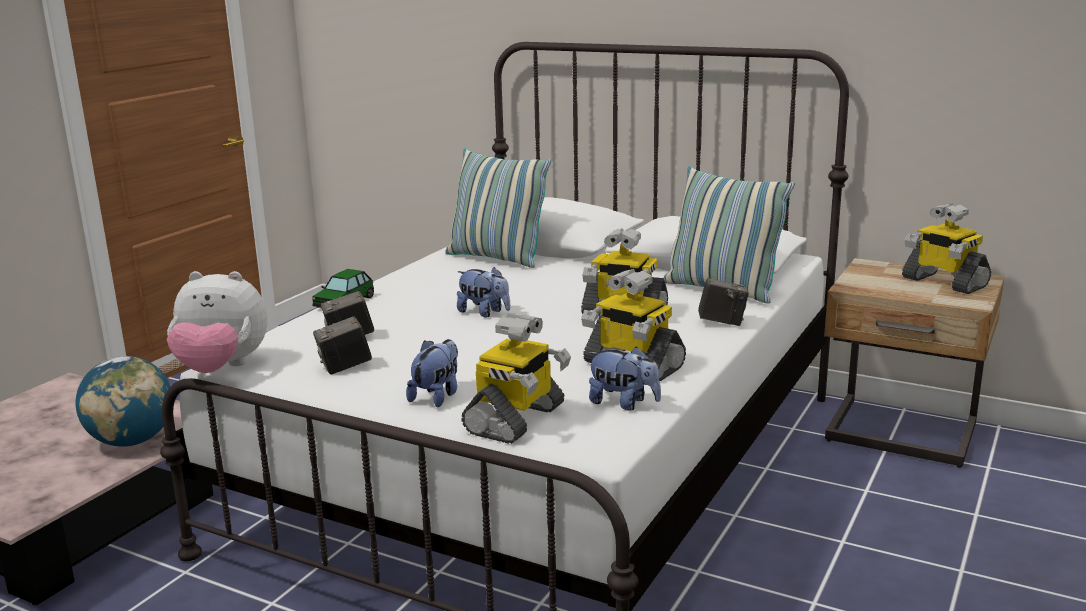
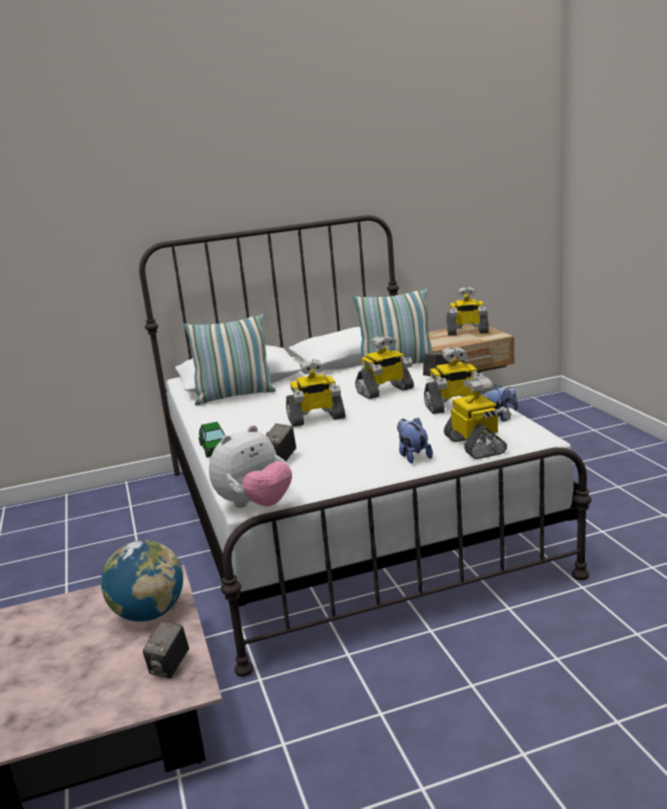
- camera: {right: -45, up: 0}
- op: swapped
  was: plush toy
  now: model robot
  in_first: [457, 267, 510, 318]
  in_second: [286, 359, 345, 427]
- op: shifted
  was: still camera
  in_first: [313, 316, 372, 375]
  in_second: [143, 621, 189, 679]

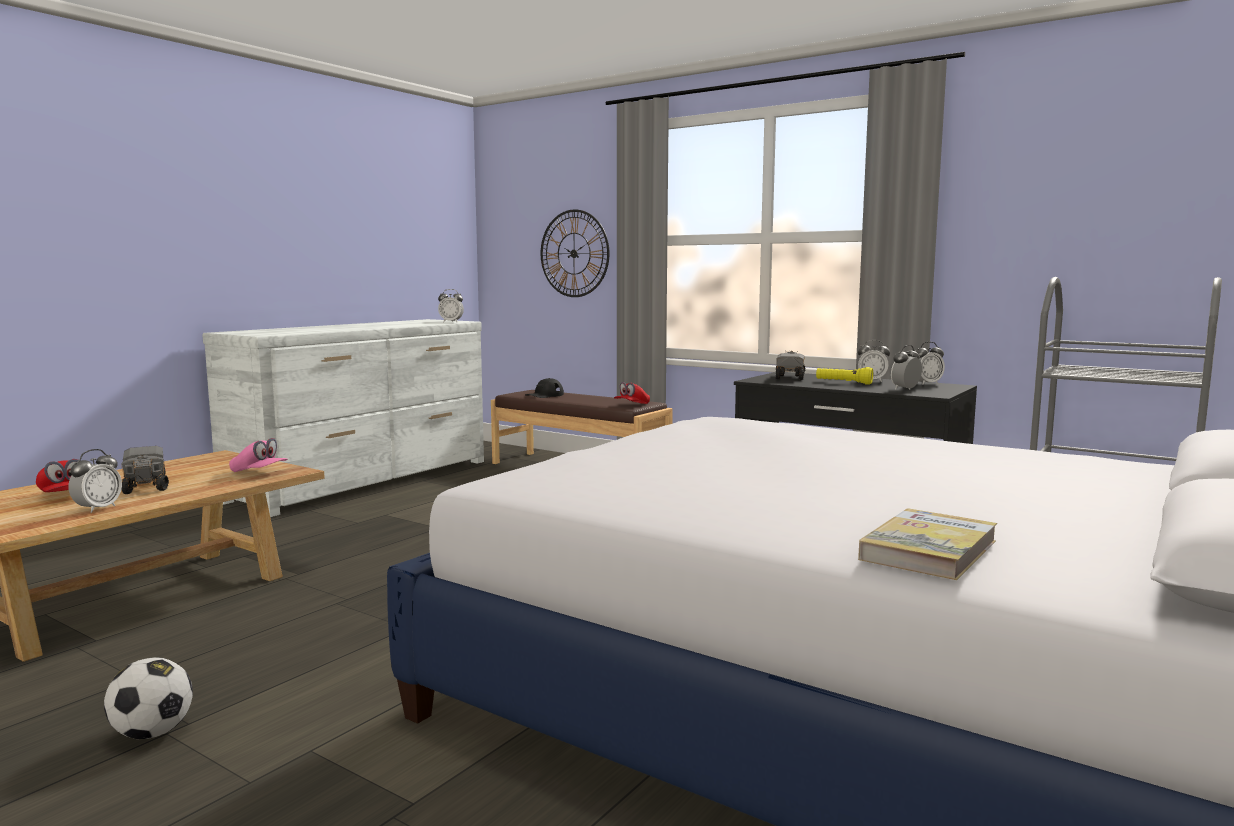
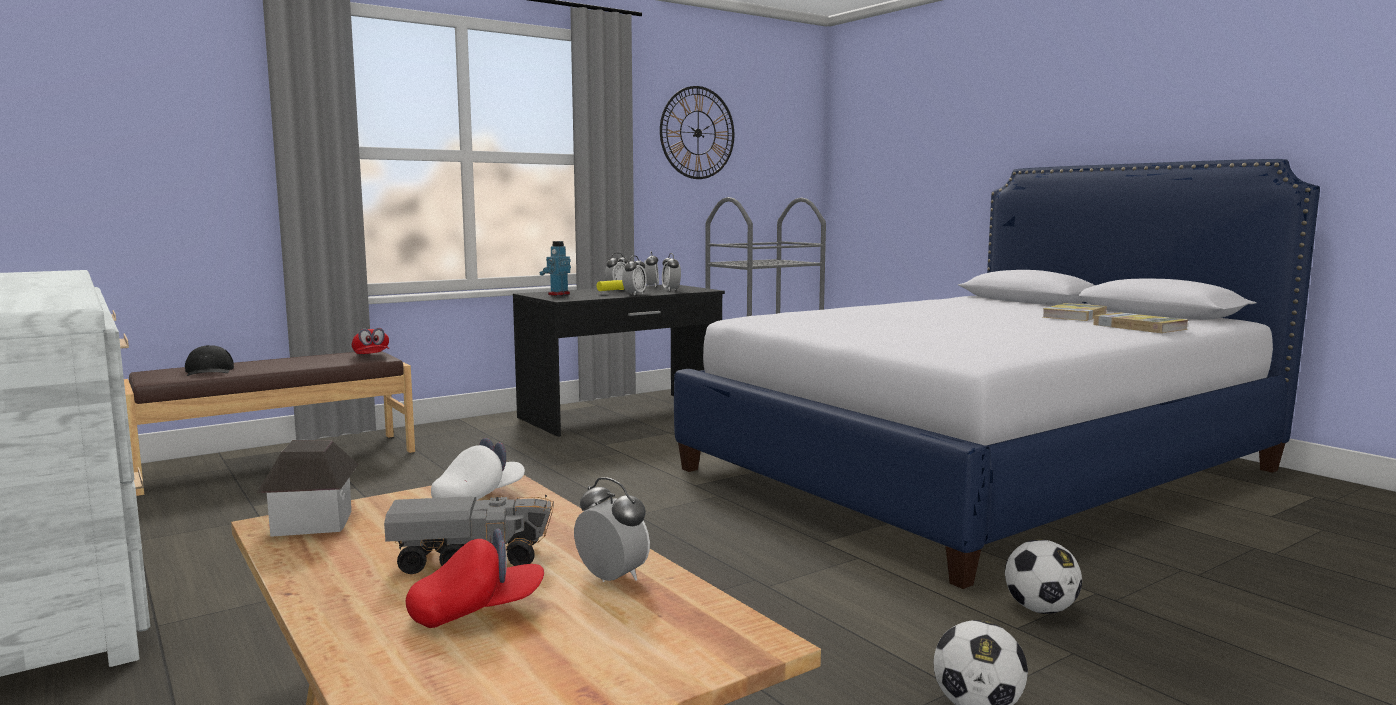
- camera: {right: -70, up: 0}
- op: shifted
  was: clock on the wall
  in_first: [541, 209, 610, 297]
  in_second: [660, 86, 734, 179]
- op: shifted
  was: alarm clock
  in_first: [438, 289, 464, 322]
  in_second: [622, 256, 647, 295]
- op: swapped
  was: model truck
  now: model robot
  in_first: [776, 351, 805, 380]
  in_second: [540, 241, 571, 296]
- op: repainted
  was: pinkish cap
  now: white cap
  in_first: [229, 438, 288, 472]
  in_second: [431, 438, 525, 500]
- op: new
  now: volume
  in_second: [1042, 303, 1107, 321]
- op: new
  now: miniature house
  in_second: [257, 440, 359, 537]
- op: new
  now: football ball
  in_second: [1005, 539, 1082, 614]

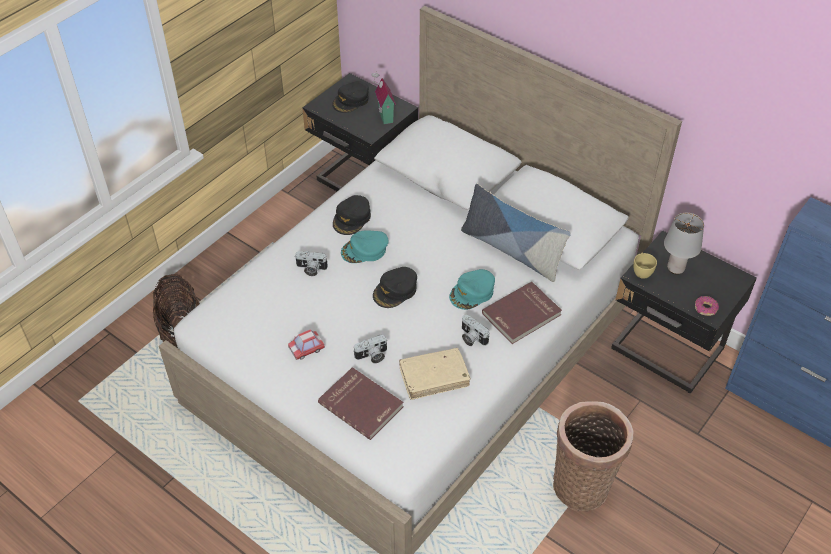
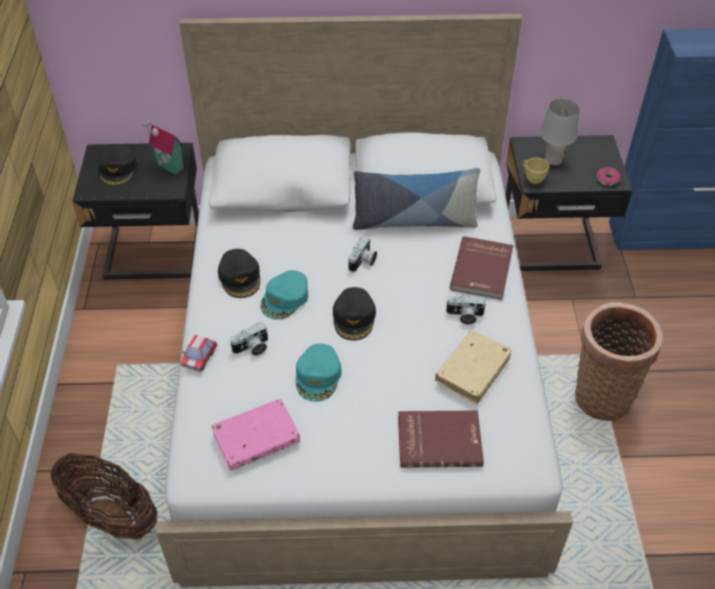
- camera: {right: -40, up: 0}
- op: shifted
  was: turquoise-coloured cap
  in_first: [449, 269, 495, 310]
  in_second: [296, 344, 342, 402]
- op: shifted
  was: model car
  in_first: [288, 329, 325, 360]
  in_second: [181, 335, 217, 372]
- op: shifted
  was: still camera
  in_first: [353, 334, 388, 363]
  in_second: [348, 236, 377, 272]
- op: new
  now: pinkish volume
  in_second: [211, 399, 300, 470]

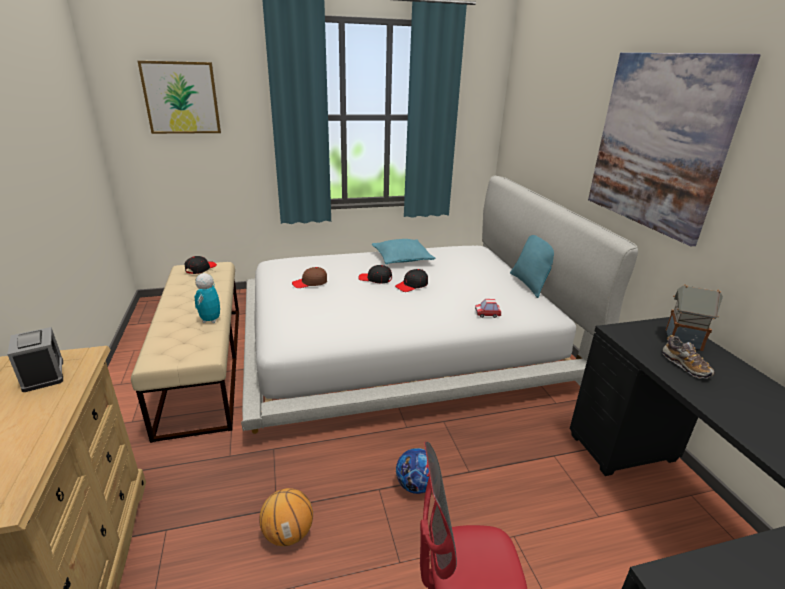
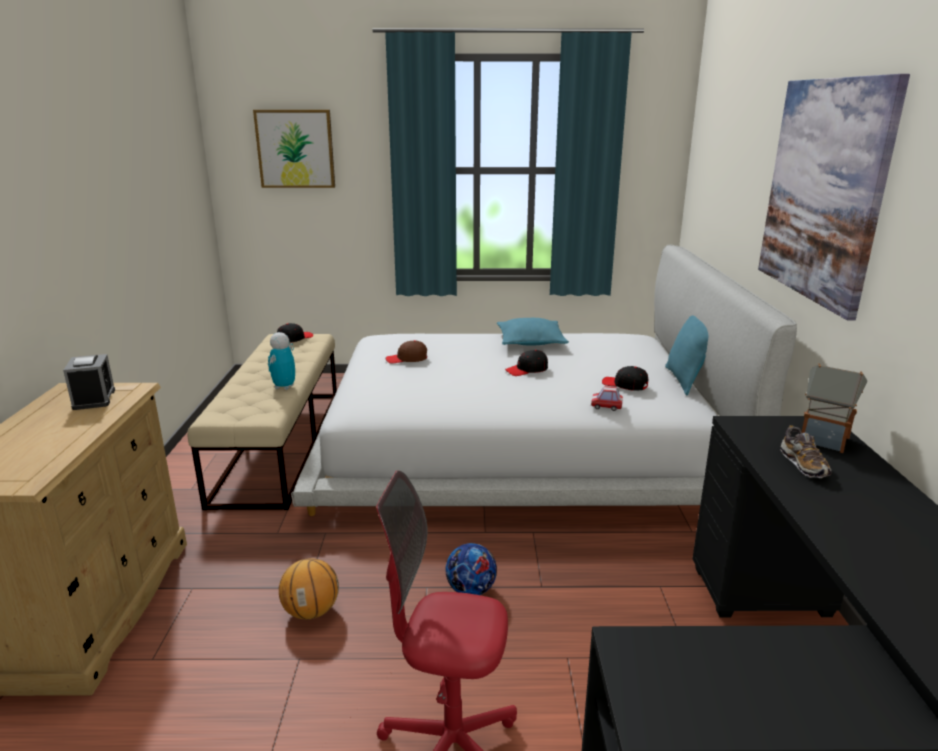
- camera: {right: 15, up: -5}
- op: shifted
  was: black cap
  in_first: [358, 265, 392, 284]
  in_second: [602, 366, 648, 391]

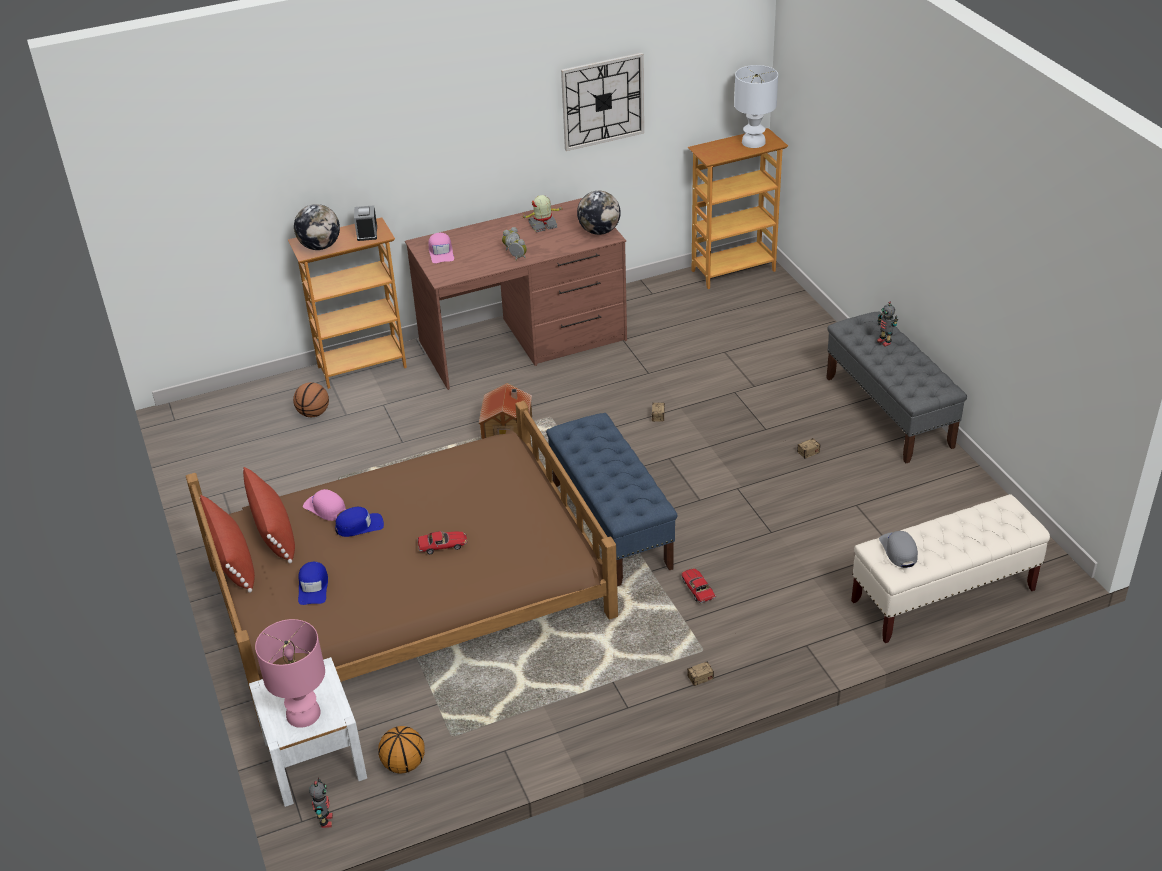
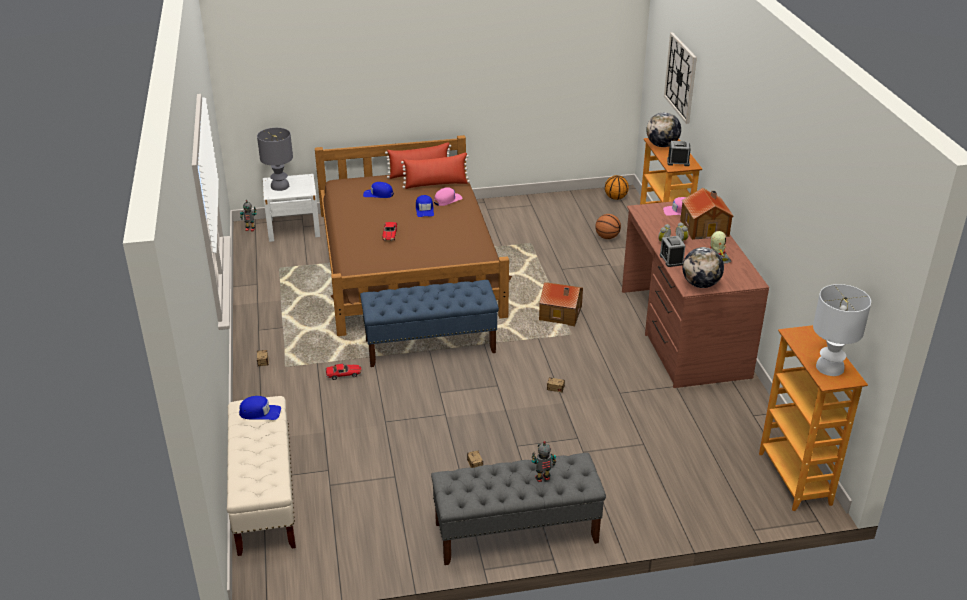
- camera: {right: 100, up: -5}
- op: shifted
  was: clock on the wall
  in_first: [561, 53, 644, 151]
  in_second: [664, 32, 697, 124]
- op: repainted
  was: gray cap
  now: bluish cap
  in_first: [879, 531, 918, 568]
  in_second: [239, 396, 281, 420]
- op: repainted
  was: pinkish table lamp
  now: gray table lamp
  in_first: [255, 619, 325, 728]
  in_second: [257, 128, 293, 191]
- op: shifted
  was: basketball
  in_first: [378, 726, 425, 774]
  in_second: [605, 175, 629, 200]
- op: new
  now: miniature house
  in_second: [680, 188, 733, 240]
- op: new
  now: alarm clock
  in_second: [660, 236, 685, 267]

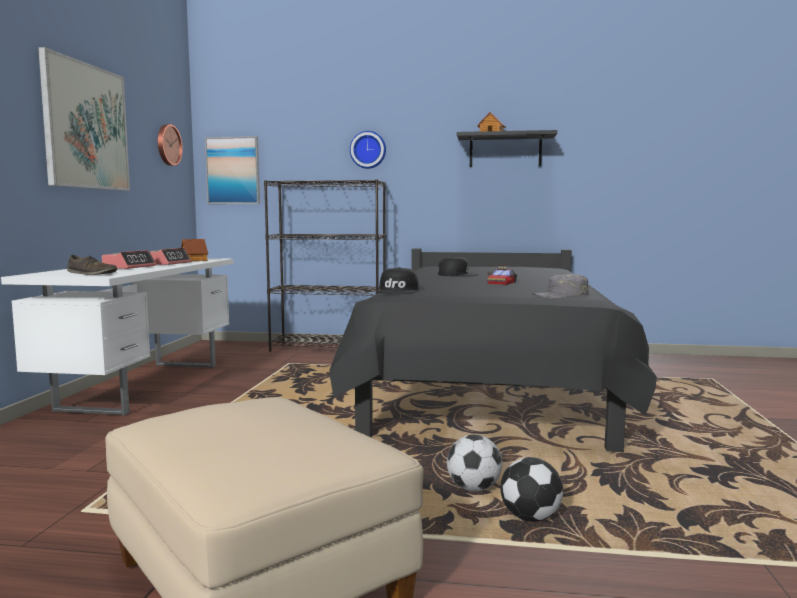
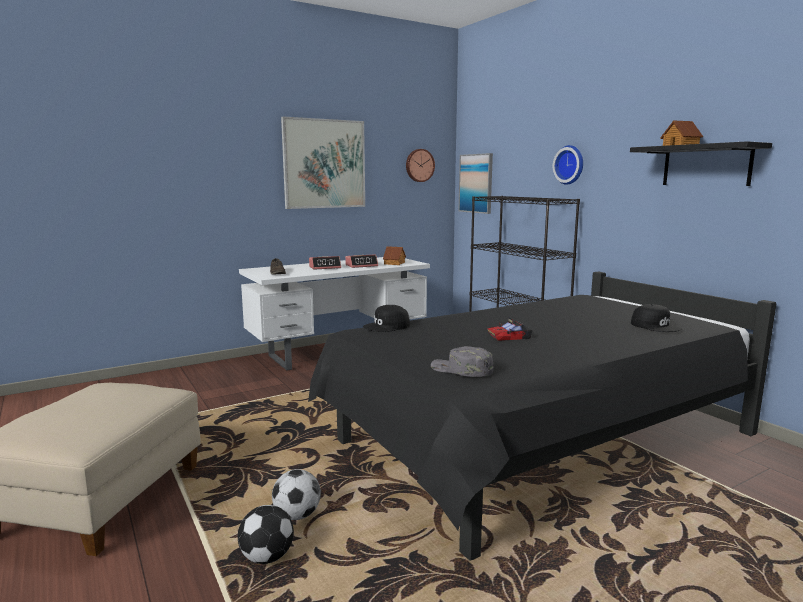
- camera: {right: 50, up: 5}
- op: shifted
  was: black cap
  in_first: [438, 256, 479, 276]
  in_second: [631, 304, 682, 332]

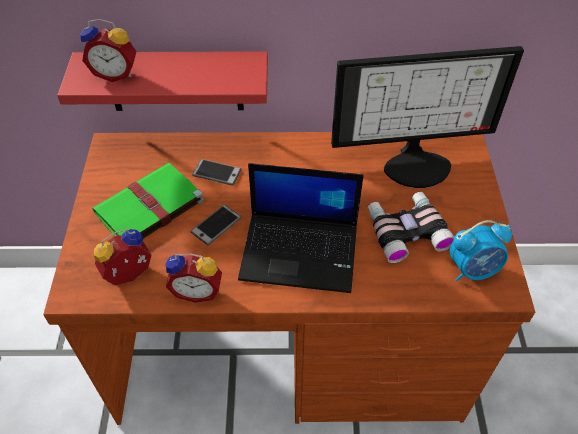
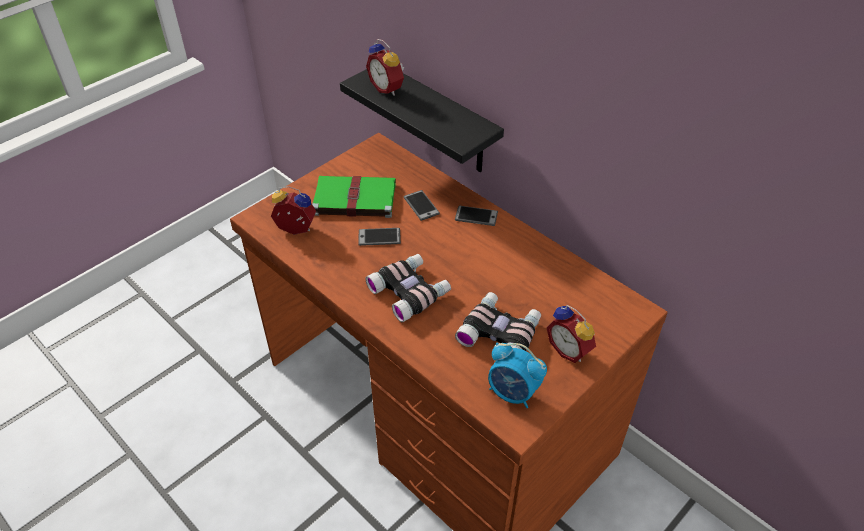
- camera: {right: 45, up: -5}
- op: gone
  was: monitor
  in_first: [331, 46, 524, 188]
- op: repainted
  was: reddish wall shelf
  now: black wall shelf
  in_first: [57, 51, 268, 111]
  in_second: [340, 69, 504, 172]
- op: swapped
  was: laptop
  now: field glasses
  in_first: [238, 163, 364, 293]
  in_second: [365, 254, 451, 322]
- op: shifted
  was: alarm clock
  in_first: [165, 253, 222, 303]
  in_second: [546, 305, 596, 363]
- op: new
  now: handset
  in_second: [455, 206, 498, 226]

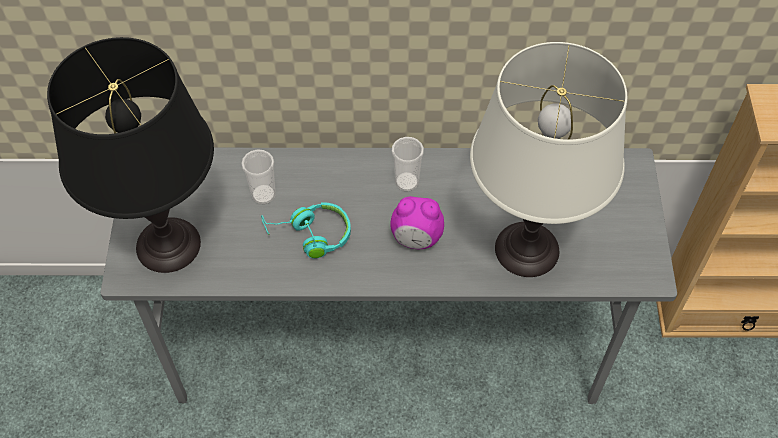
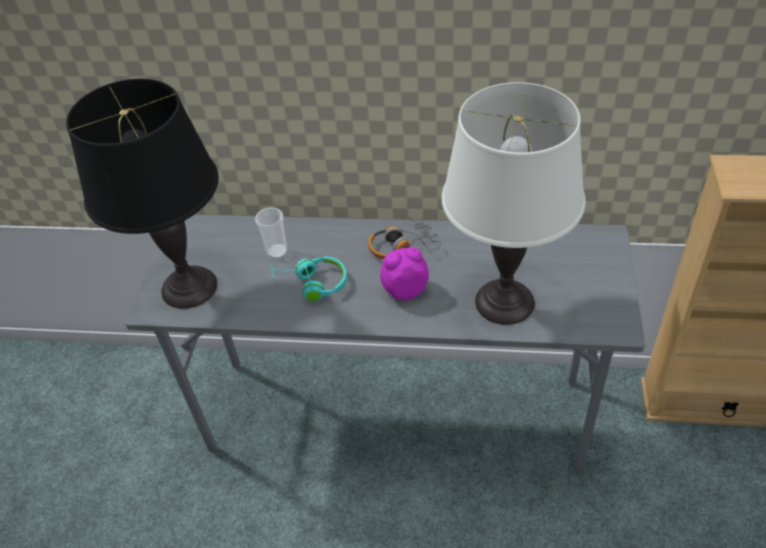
- camera: {right: 10, up: -10}
- op: swapped
  was: small cup
  now: headphones
  in_first: [392, 137, 424, 191]
  in_second: [368, 215, 441, 259]
- op: rotated
  was: alarm clock
  in_first: [390, 196, 444, 249]
  in_second: [380, 247, 429, 300]
  clockwise: 150

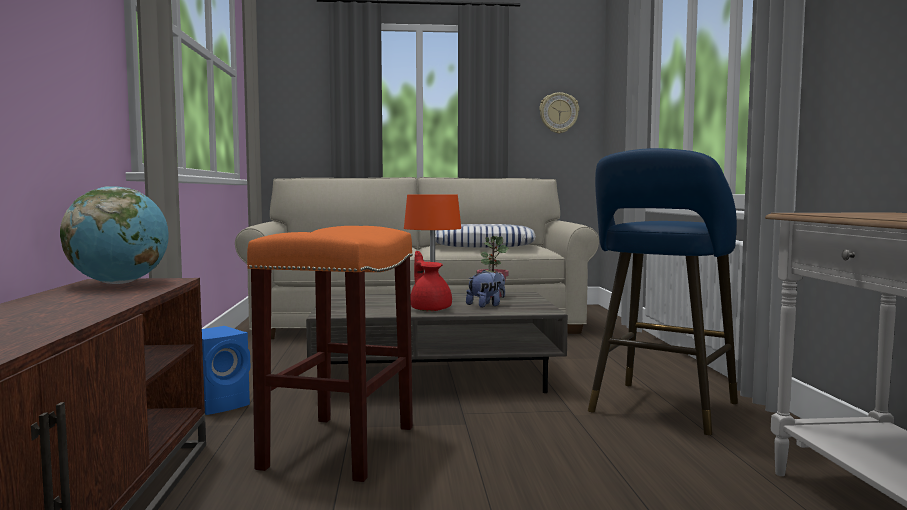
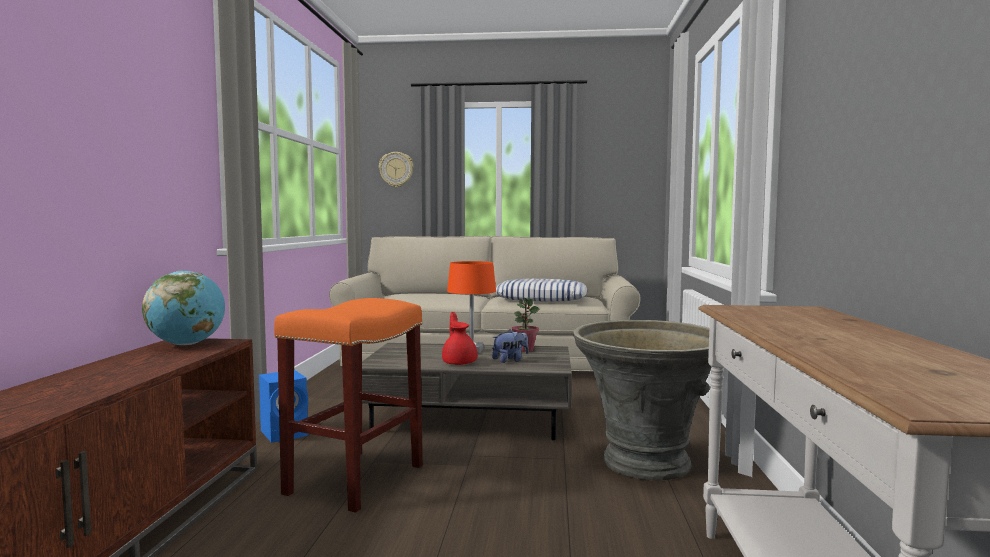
- camera: {right: 10, up: 0}
- op: shifted
  was: clock on the wall
  in_first: [539, 92, 579, 134]
  in_second: [379, 152, 414, 188]
- op: swapped
  was: bluish stool seat
  now: gray plant pot
  in_first: [588, 148, 738, 435]
  in_second: [573, 320, 712, 481]

